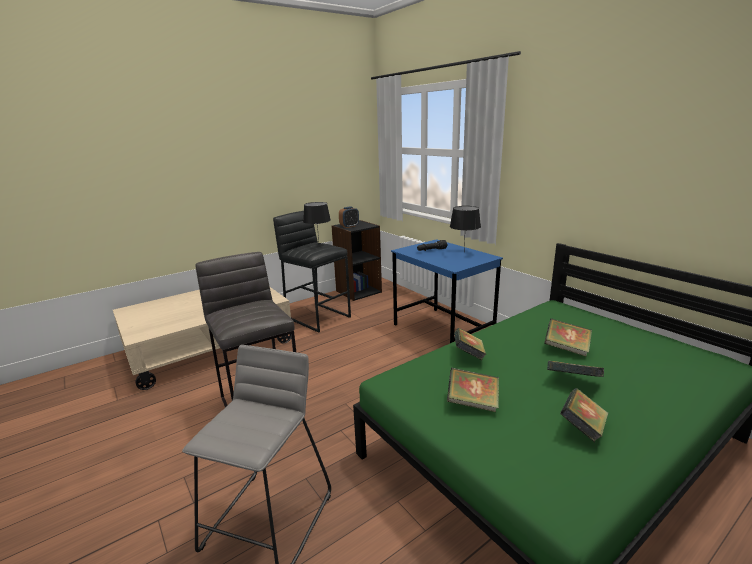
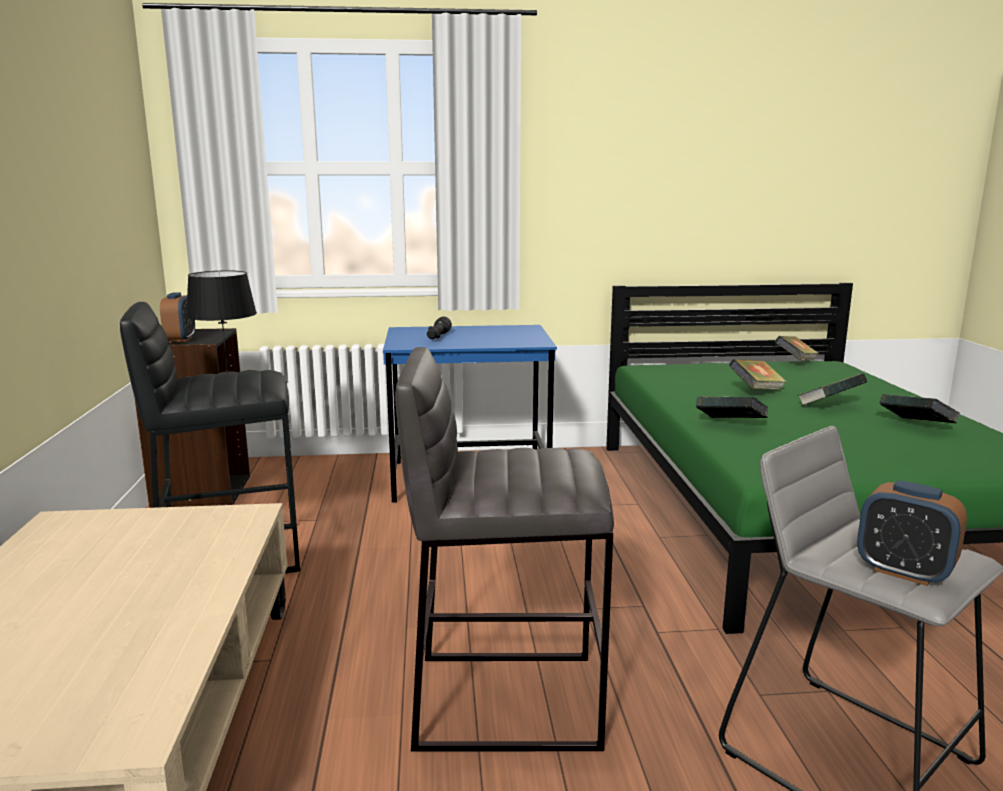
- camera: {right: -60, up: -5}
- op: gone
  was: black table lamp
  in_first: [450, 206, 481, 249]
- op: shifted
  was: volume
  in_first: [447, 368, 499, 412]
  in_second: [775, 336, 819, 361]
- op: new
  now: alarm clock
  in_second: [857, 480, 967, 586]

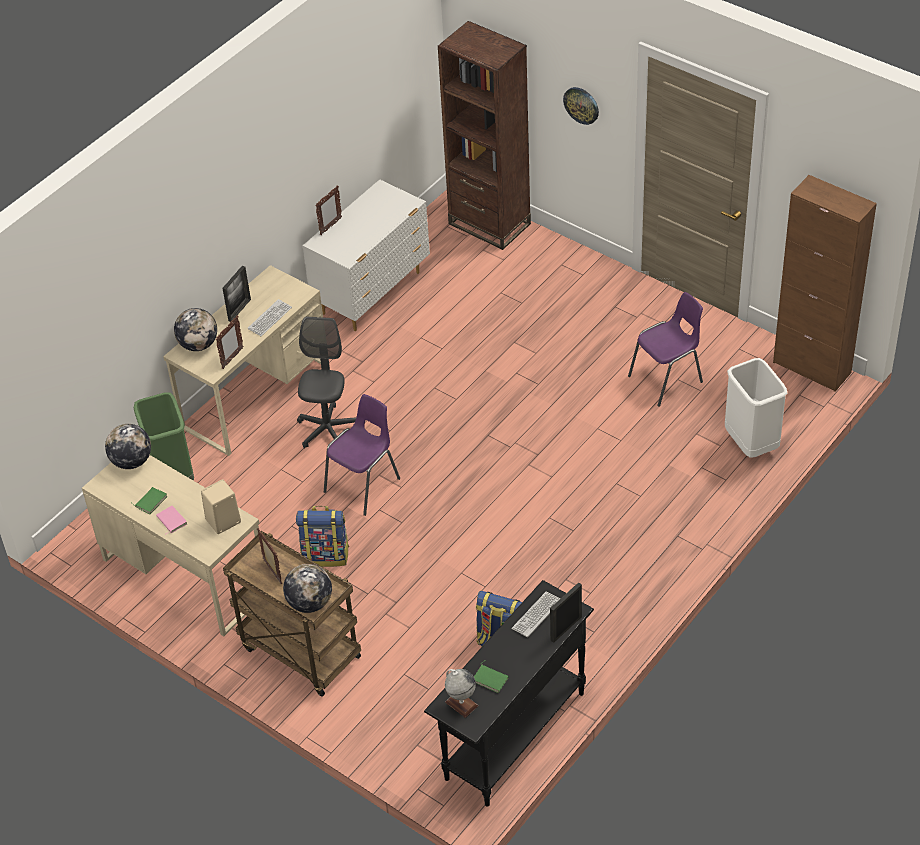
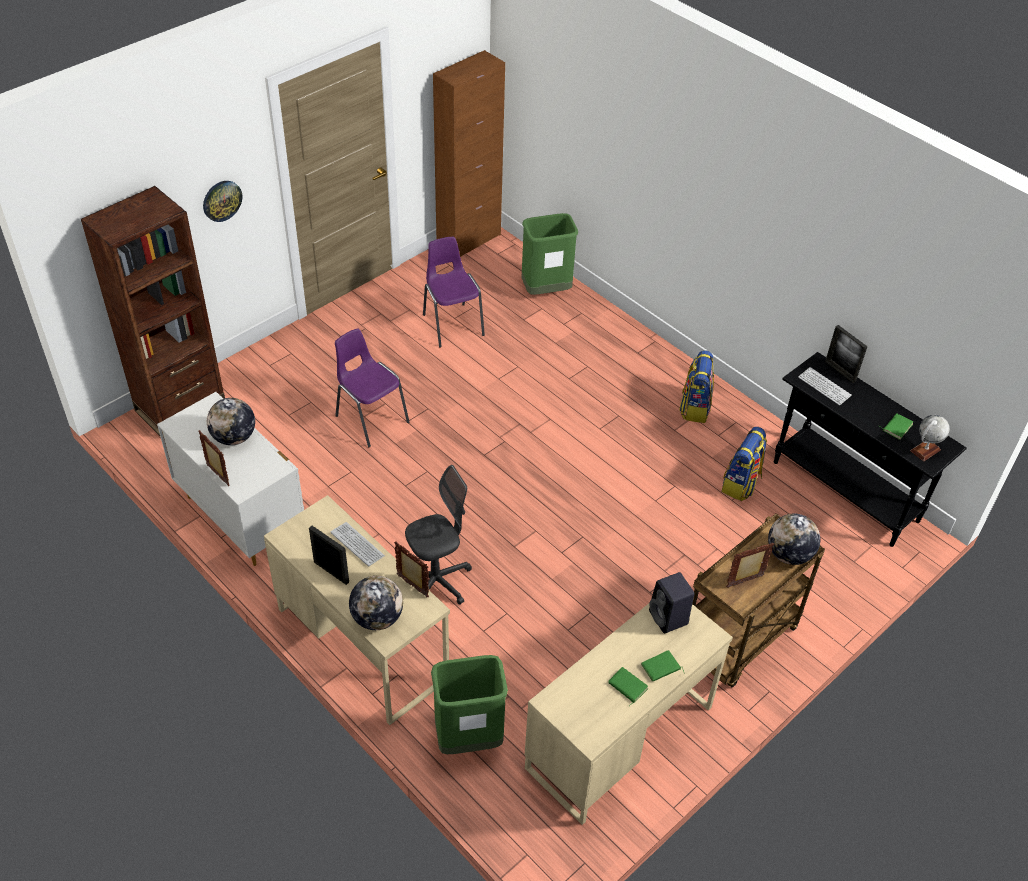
- camera: {right: -85, up: 0}
- op: rotated
  was: gray desk chair
  in_first: [297, 317, 356, 449]
  in_second: [405, 465, 472, 605]
  clockwise: 135
- op: repainted
  was: white trash can
  now: green-coloured trash can
  in_first: [725, 358, 788, 458]
  in_second: [521, 213, 578, 295]
- op: shifted
  was: purple upright chair
  in_first: [324, 394, 400, 516]
  in_second: [335, 328, 409, 447]
- op: shifted
  was: world globe
  in_first: [105, 424, 151, 469]
  in_second: [207, 398, 255, 445]
- op: repainted
  was: beige loudspeaker
  now: black loudspeaker
  in_first: [201, 479, 241, 534]
  in_second: [649, 572, 694, 633]
- op: repainted
  was: pinkish volume
  now: green-coloured volume
  in_first: [156, 506, 187, 535]
  in_second: [641, 650, 685, 682]
- op: shifted
  was: backpack
  in_first: [296, 506, 349, 567]
  in_second: [679, 350, 714, 423]

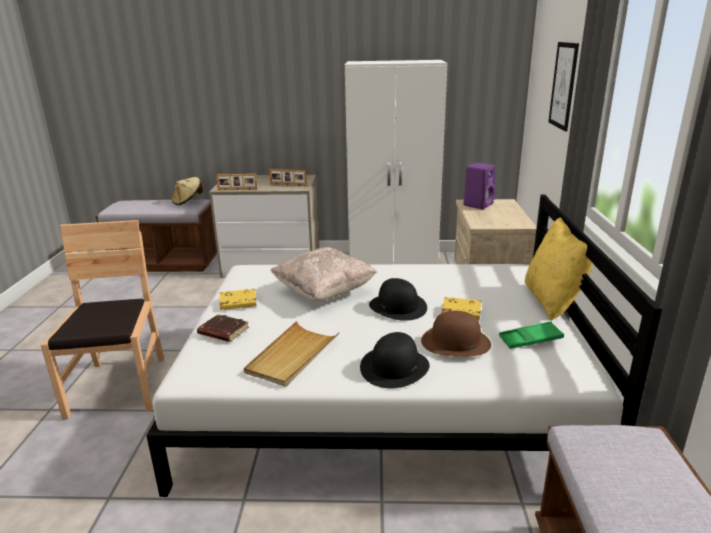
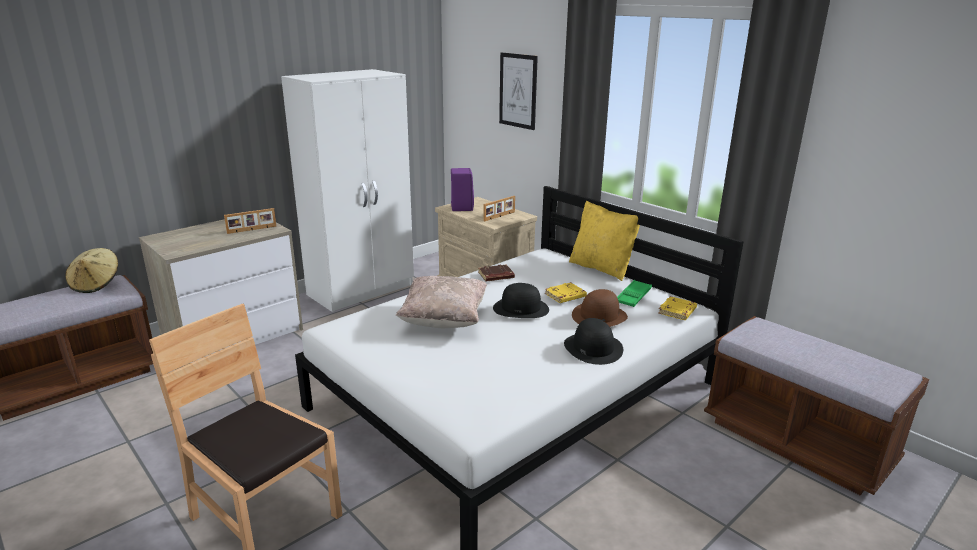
- camera: {right: -45, up: 0}
- op: shifted
  was: picture frame
  in_first: [216, 174, 258, 190]
  in_second: [484, 196, 515, 221]
- op: shifted
  was: yellowish volume
  in_first: [219, 289, 256, 310]
  in_second: [658, 296, 697, 320]
- op: shifted
  was: brown-coloured volume
  in_first: [197, 314, 249, 342]
  in_second: [478, 265, 515, 281]
- op: gone
  was: beige tray
  in_first: [244, 321, 340, 387]

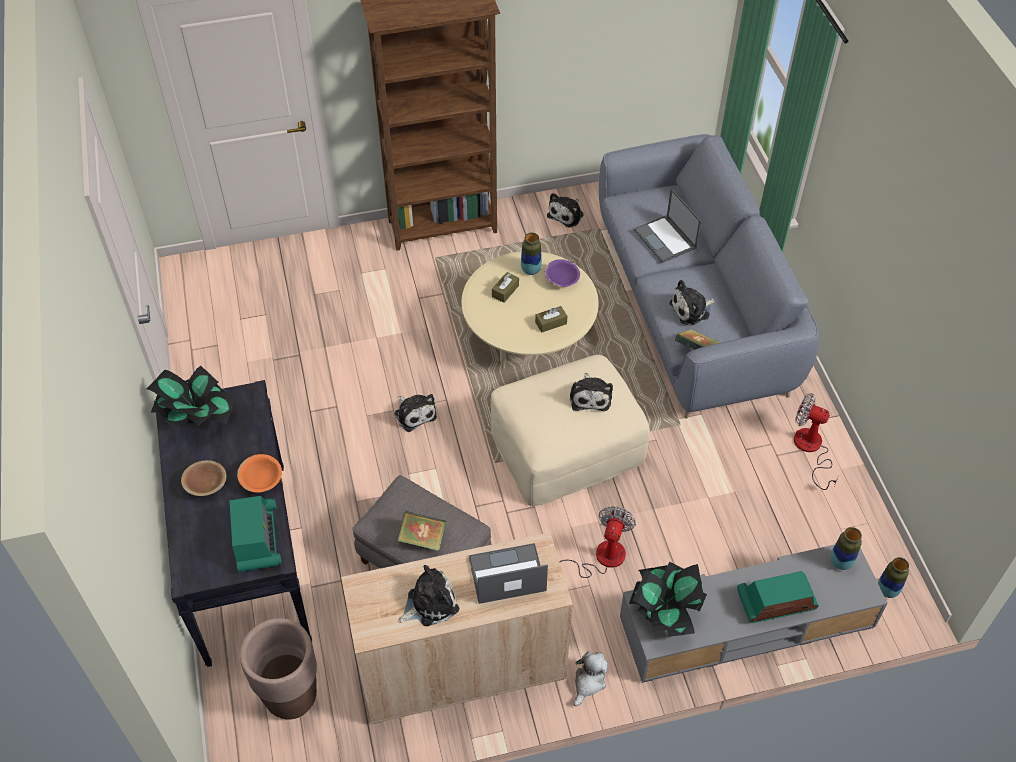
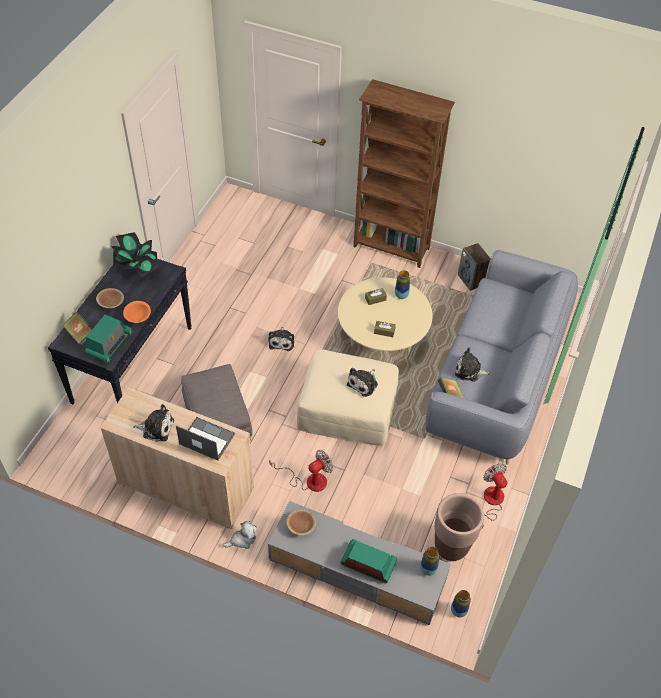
- camera: {right: 35, up: 0}
- op: gone
  was: laptop
  in_first: [634, 189, 701, 263]
- op: swapped
  was: plush toy
  now: loudspeaker
  in_first: [547, 193, 584, 228]
  in_second: [458, 243, 491, 291]
- op: gone
  was: purple bowl
  in_first: [544, 259, 580, 287]
- op: shifted
  was: volume
  in_first: [397, 511, 446, 551]
  in_second: [62, 311, 93, 345]
- op: swapped
  was: potted plant
  now: brown-coloured bowl
  in_first: [629, 562, 707, 637]
  in_second: [286, 509, 316, 535]
- op: shifted
  was: brown-coloured plant pot
  in_first: [240, 618, 317, 719]
  in_second: [434, 493, 484, 561]

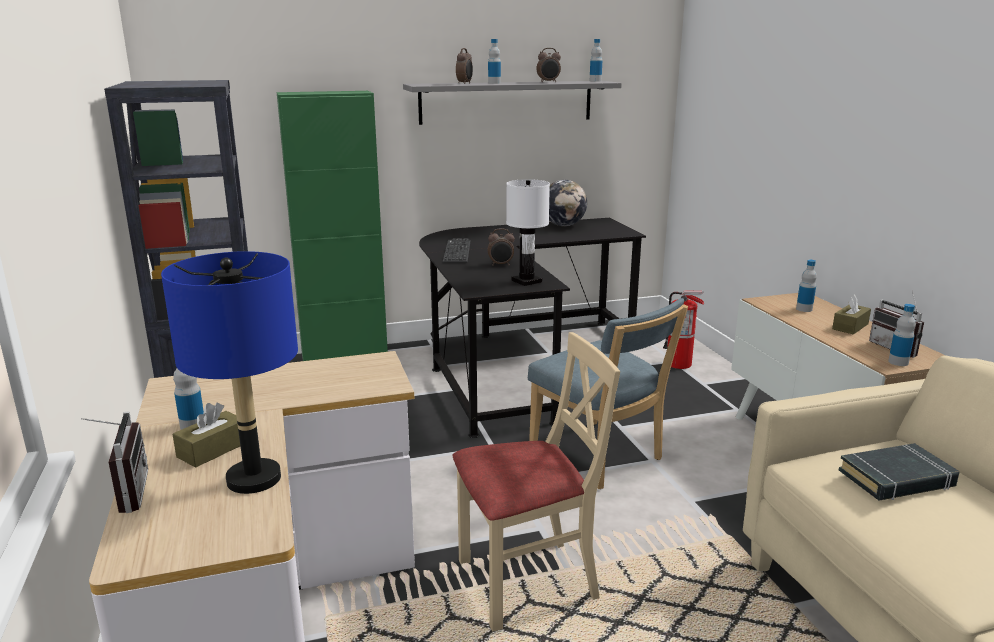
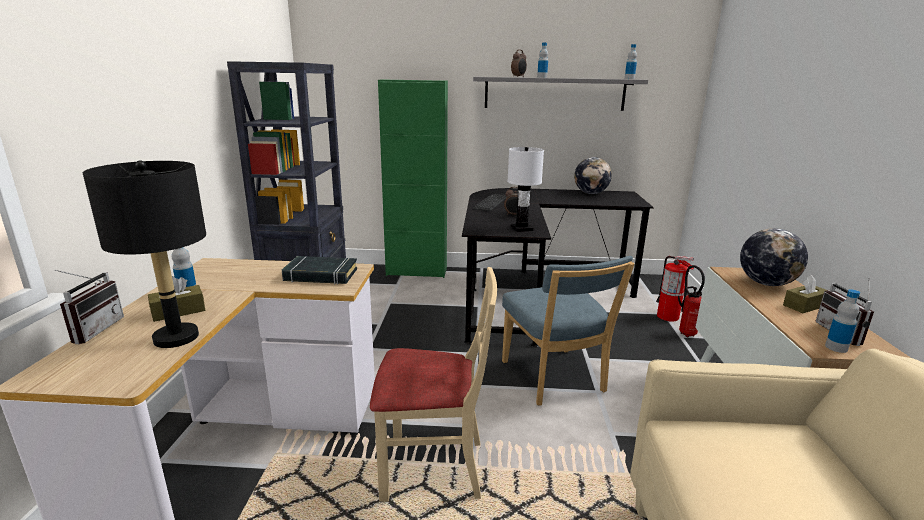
- camera: {right: 20, up: 0}
- op: gone
  was: alarm clock
  in_first: [536, 48, 561, 82]
- op: repainted
  was: bluish table lamp
  now: black table lamp
  in_first: [161, 251, 298, 494]
  in_second: [83, 160, 206, 348]
- op: swapped
  was: beverage bottle
  now: world globe
  in_first: [796, 260, 817, 312]
  in_second: [740, 228, 808, 286]
- op: shifted
  was: black volume
  in_first: [839, 443, 959, 500]
  in_second: [282, 256, 357, 285]
- op: new
  now: fire-fighting cylinder
  in_second: [678, 265, 705, 337]

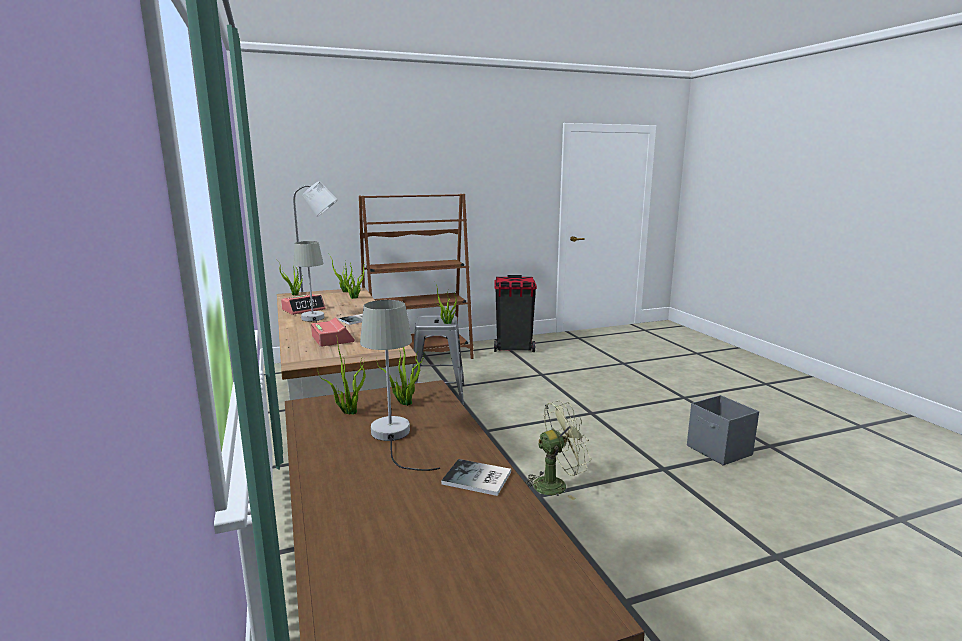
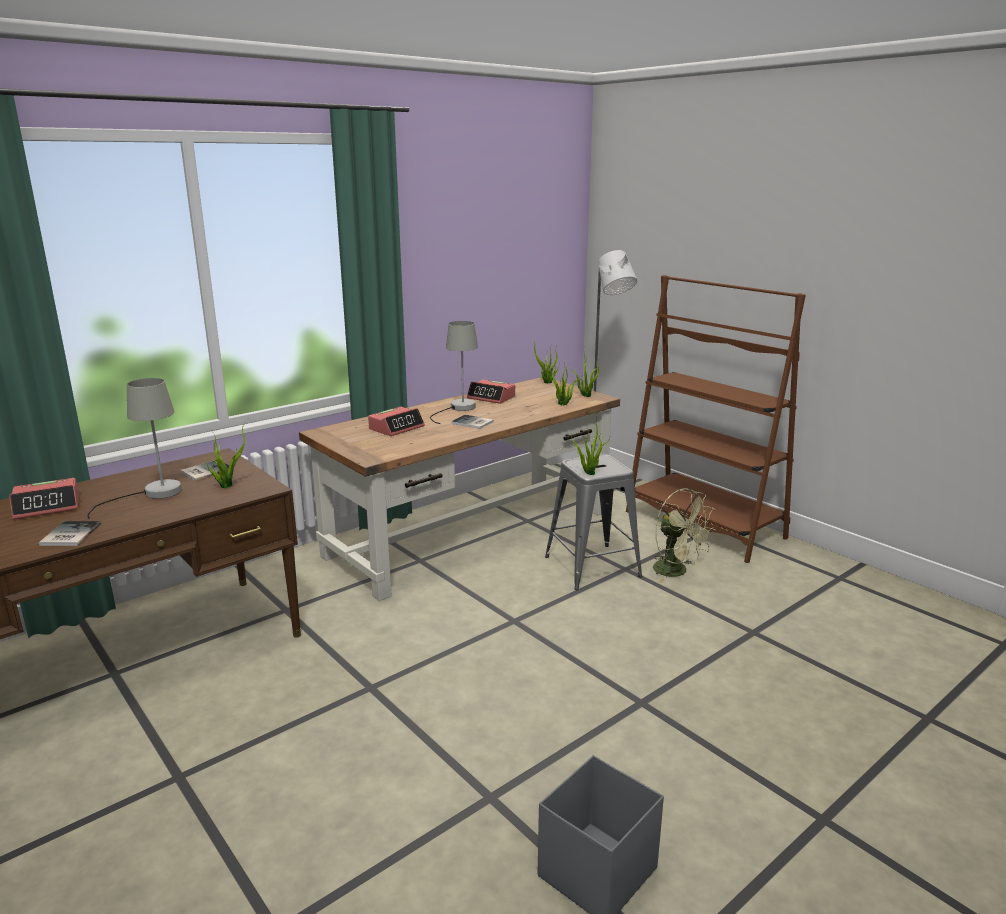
- camera: {right: 70, up: 5}
- op: gone
  was: black trash can
  in_first: [494, 275, 537, 352]
- op: swapped
  was: potted plant
  now: volume
  in_first: [317, 341, 366, 415]
  in_second: [180, 460, 229, 481]
- op: shifted
  was: green-coloured fan
  in_first: [525, 401, 591, 500]
  in_second: [653, 489, 716, 583]
- op: new
  now: alarm clock
  in_second: [9, 478, 78, 520]

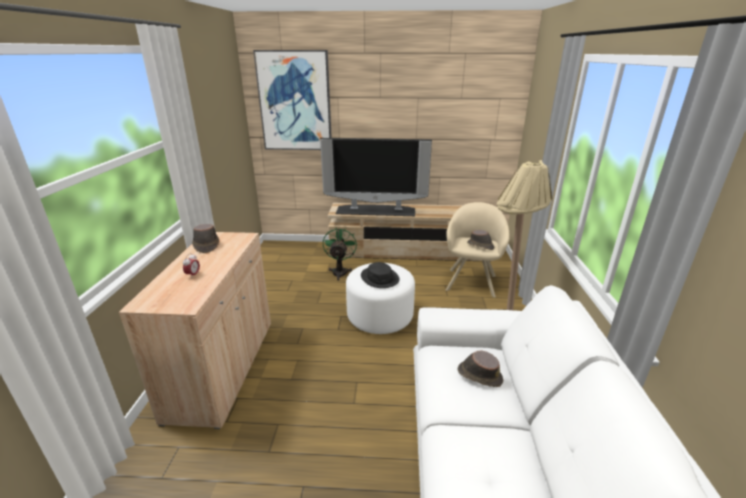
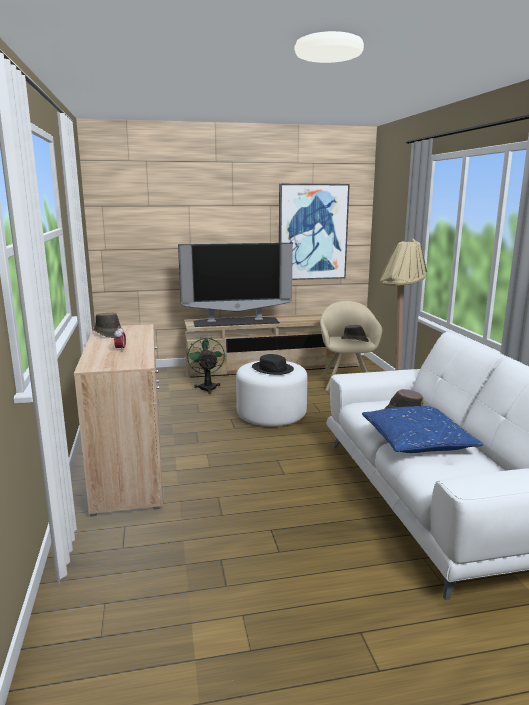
- camera: {right: -15, up: -10}
- op: shifted
  was: picture
  in_first: [253, 50, 332, 150]
  in_second: [279, 184, 350, 280]
- op: new
  now: bluish cushion
  in_second: [362, 406, 483, 453]

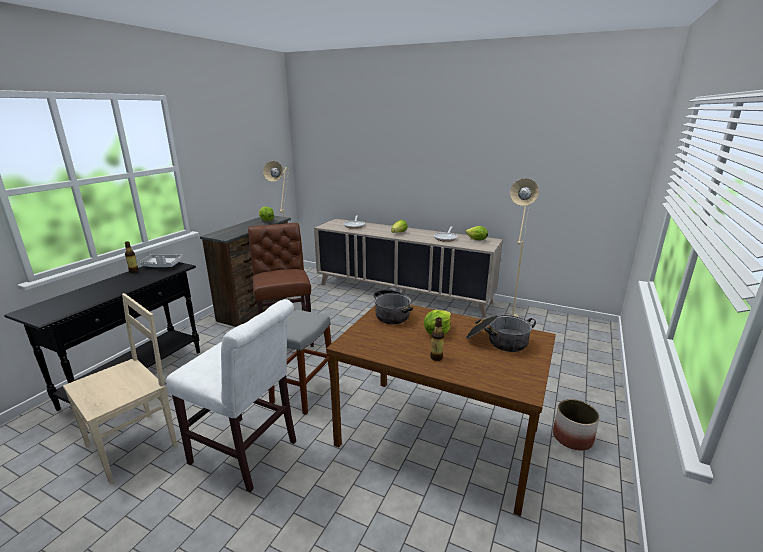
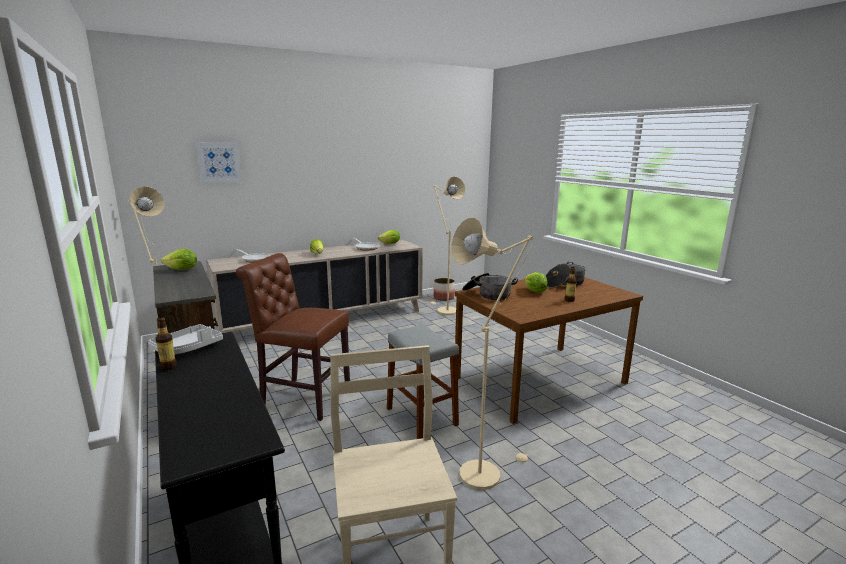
- camera: {right: -55, up: -5}
- op: swapped
  was: white upright chair
  now: beige standing lamp
  in_first: [166, 299, 296, 492]
  in_second: [451, 218, 534, 490]
- op: shifted
  was: plant pot
  in_first: [553, 399, 600, 450]
  in_second: [434, 278, 455, 301]
- op: new
  now: picture
  in_second: [196, 142, 242, 183]

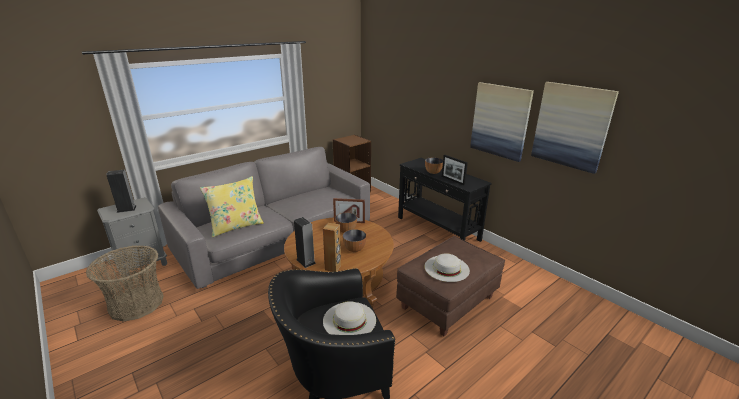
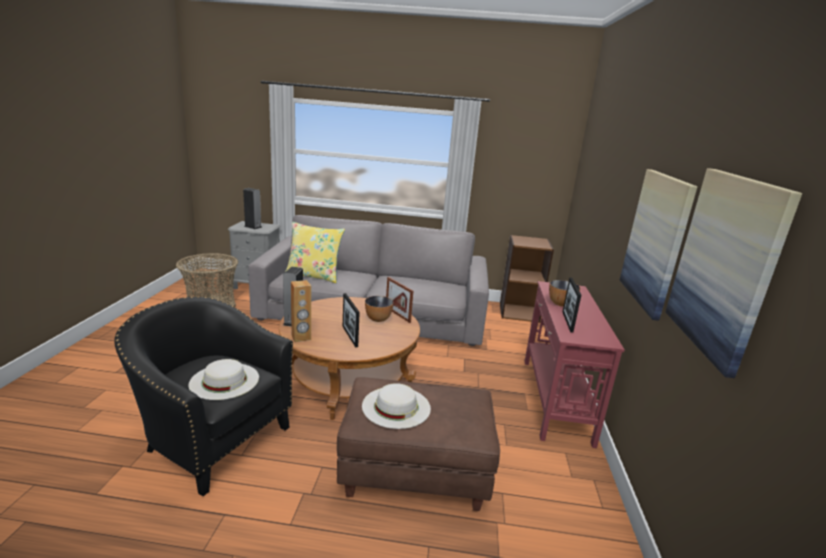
- camera: {right: 45, up: -5}
- op: repainted
  was: black narrow table
  now: reddish narrow table
  in_first: [398, 158, 492, 242]
  in_second: [524, 281, 625, 448]
- op: swapped
  was: bowl
  now: picture frame
  in_first: [343, 229, 366, 252]
  in_second: [343, 293, 360, 348]

